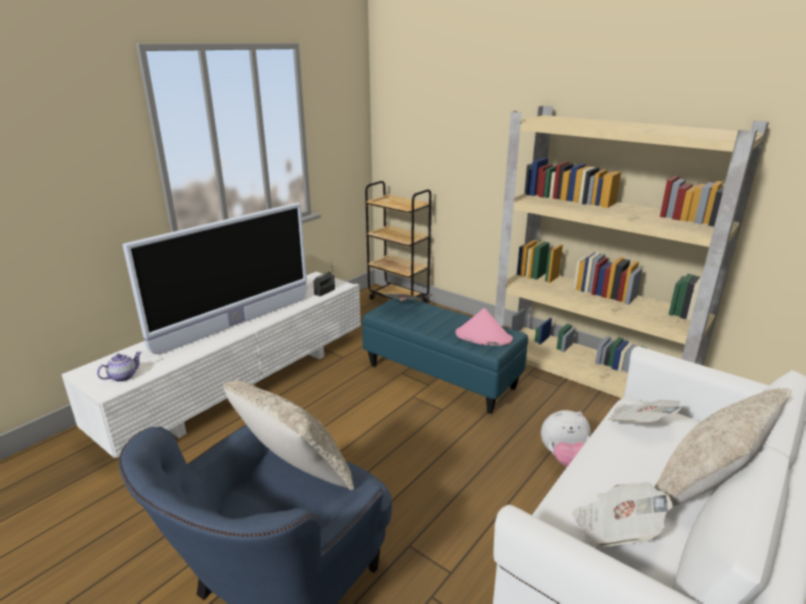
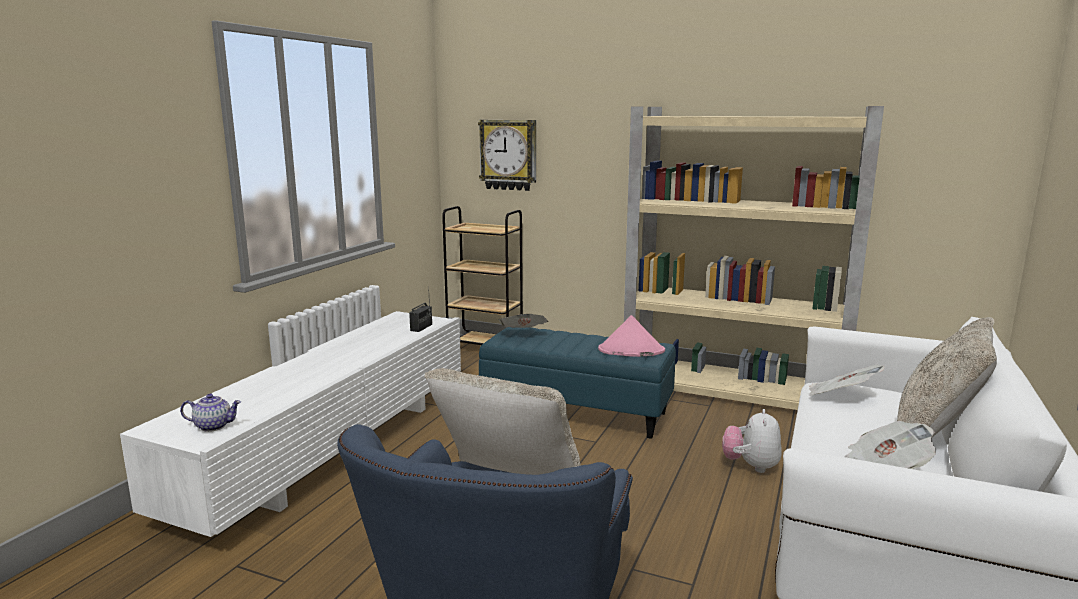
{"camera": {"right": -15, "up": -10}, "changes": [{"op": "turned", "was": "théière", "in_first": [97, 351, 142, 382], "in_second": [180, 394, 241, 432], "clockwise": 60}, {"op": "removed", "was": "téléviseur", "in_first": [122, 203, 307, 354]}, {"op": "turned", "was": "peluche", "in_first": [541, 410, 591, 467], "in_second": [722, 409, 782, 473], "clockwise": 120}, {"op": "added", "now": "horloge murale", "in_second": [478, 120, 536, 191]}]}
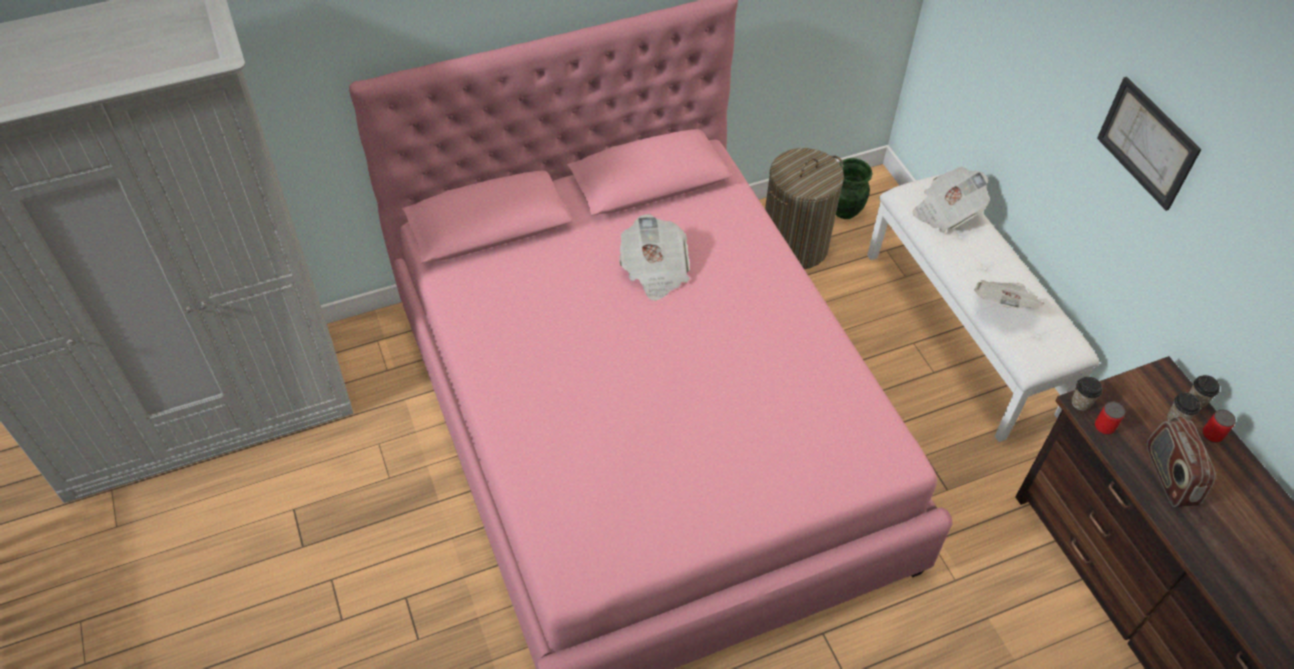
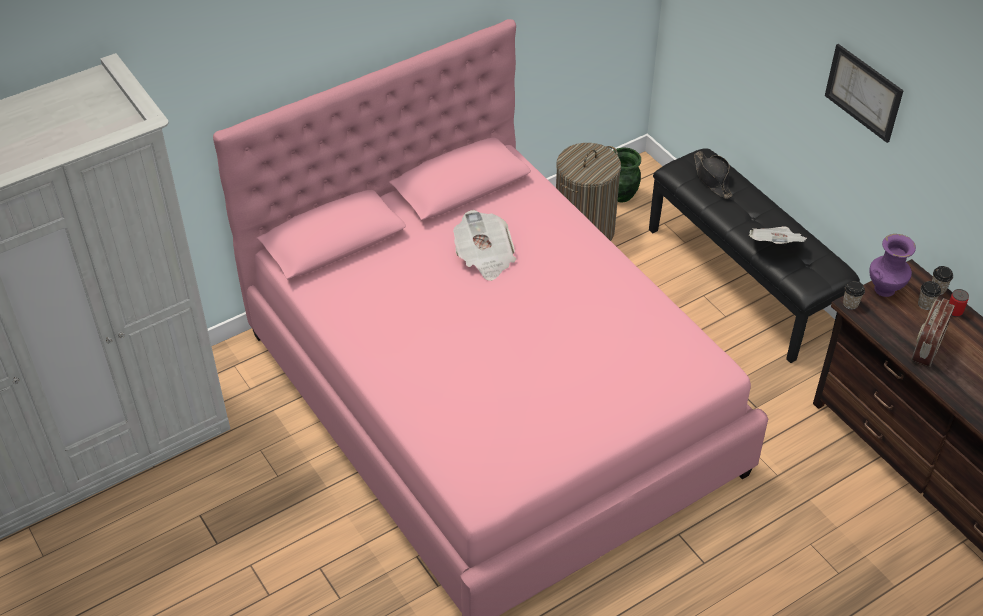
{"camera": {"right": -10, "up": -5}, "changes": [{"op": "recoloured", "was": "banc [blanc]", "now": "banc [noir]", "in_first": [867, 174, 1099, 442], "in_second": [649, 148, 860, 363]}, {"op": "replaced", "was": "journal", "now": "chapeau [noir]", "in_first": [913, 167, 990, 233], "in_second": [694, 151, 732, 199]}, {"op": "removed", "was": "boîte métallique", "in_first": [1095, 401, 1125, 435]}, {"op": "turned", "was": "radio", "in_first": [1147, 417, 1216, 507], "in_second": [911, 298, 955, 367], "clockwise": 45}, {"op": "added", "now": "vase [violet]", "in_second": [869, 234, 916, 297]}]}
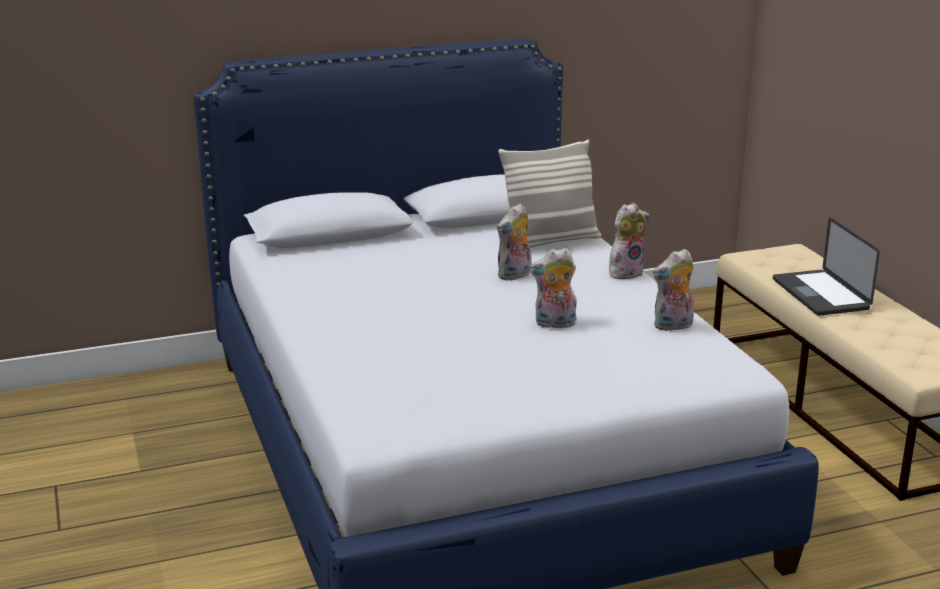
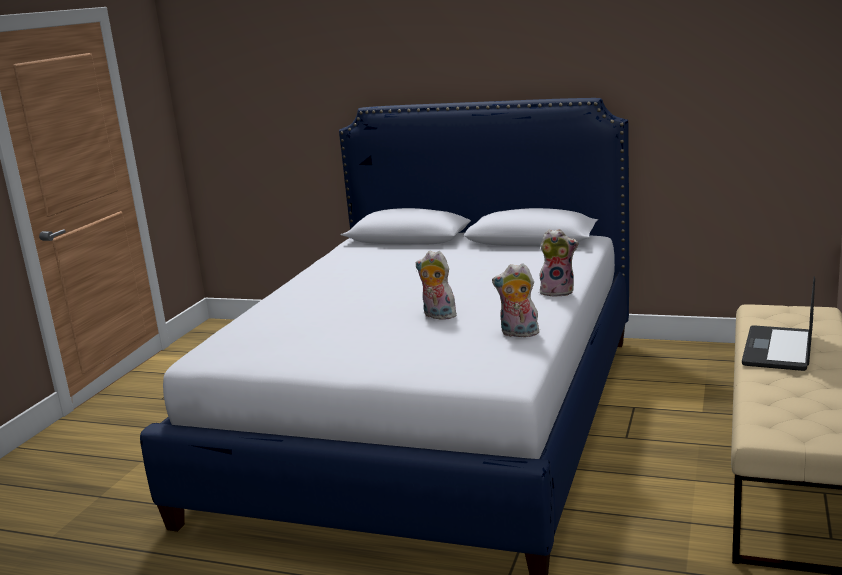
{"camera": {"right": 40, "up": -5}, "changes": [{"op": "removed", "was": "peluche", "in_first": [497, 204, 531, 281]}, {"op": "removed", "was": "coussin", "in_first": [498, 139, 602, 248]}]}
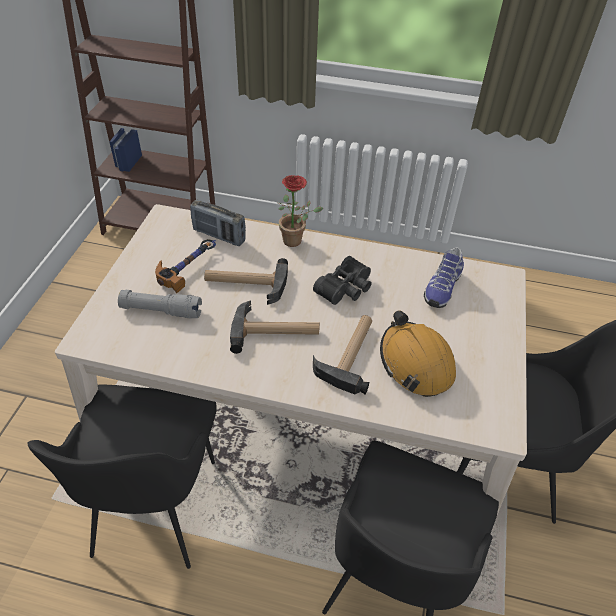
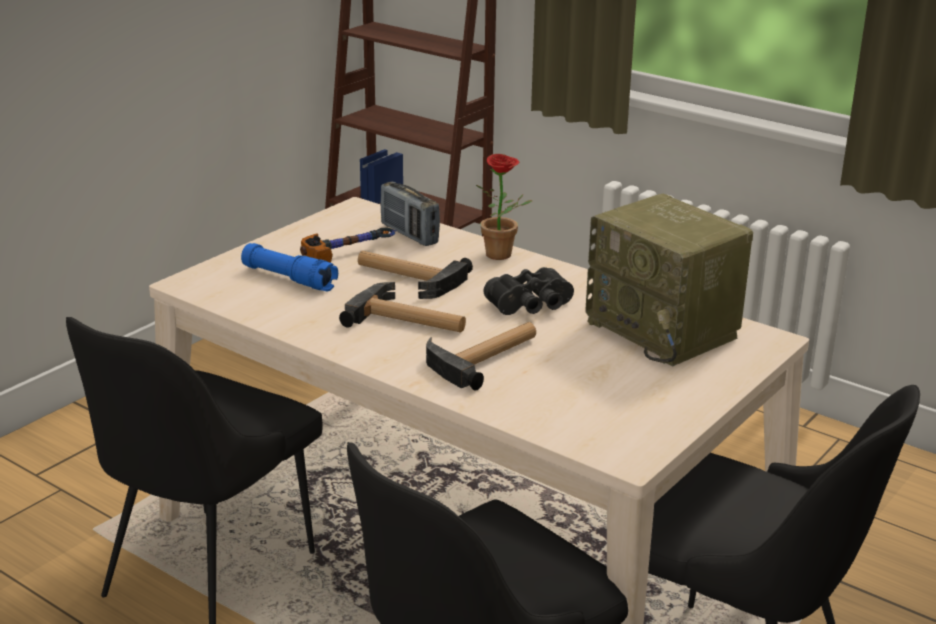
{"camera": {"right": 25, "up": -20}, "changes": [{"op": "recoloured", "was": "lampe de poche [gris]", "now": "lampe de poche [bleu]", "in_first": [118, 289, 202, 319], "in_second": [241, 243, 338, 291]}, {"op": "removed", "was": "casque de chantier [orange]", "in_first": [380, 310, 456, 397]}, {"op": "replaced", "was": "chaussure", "now": "radio", "in_first": [424, 247, 464, 308], "in_second": [585, 194, 753, 366]}]}
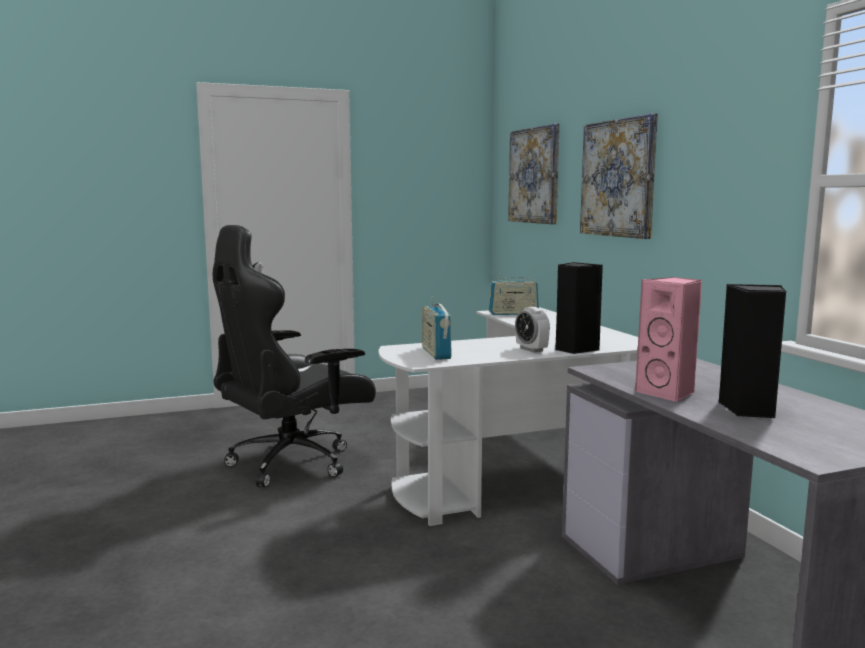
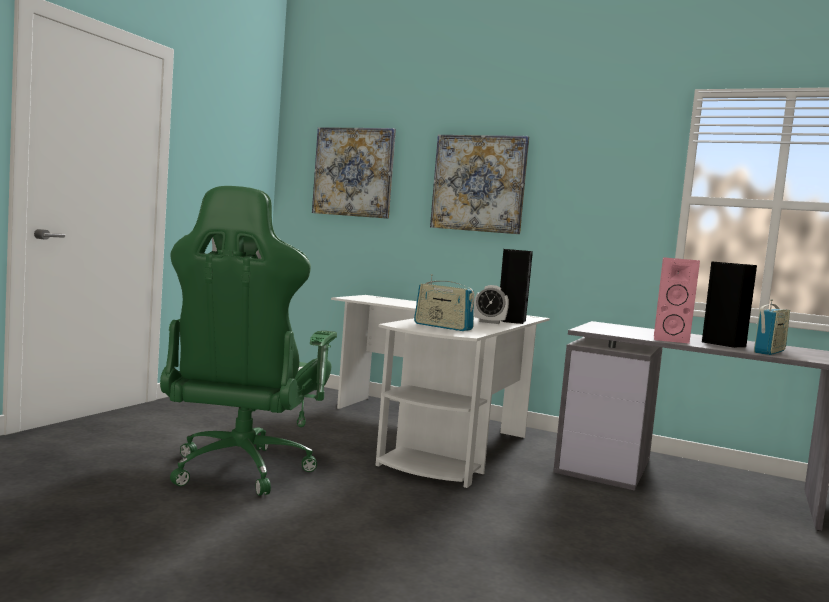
{"camera": {"right": -45, "up": -5}, "changes": [{"op": "recoloured", "was": "chaise de bureau [noir]", "now": "chaise de bureau [vert]", "in_first": [213, 225, 376, 487], "in_second": [160, 186, 337, 496]}, {"op": "moved", "was": "radio", "in_first": [489, 273, 539, 315], "in_second": [754, 300, 790, 355]}]}
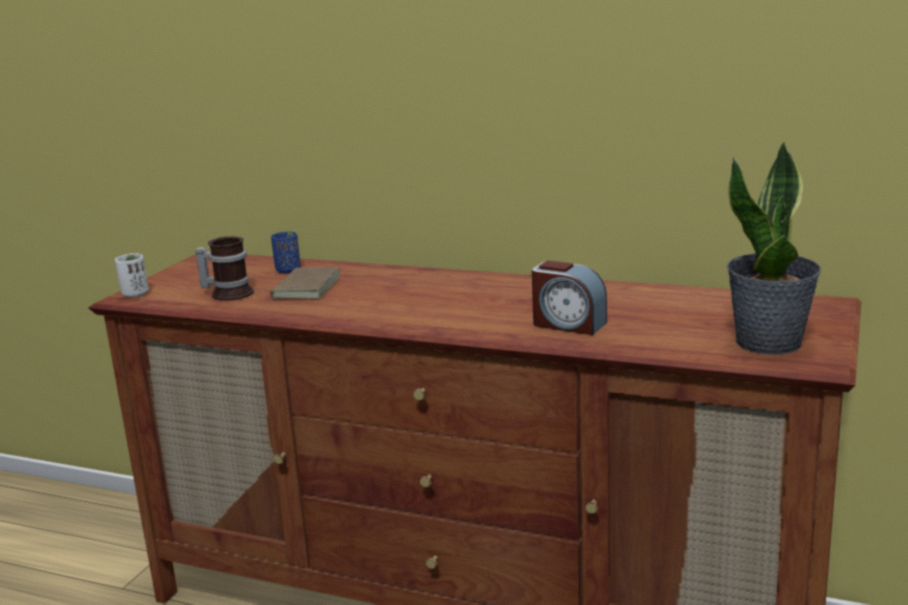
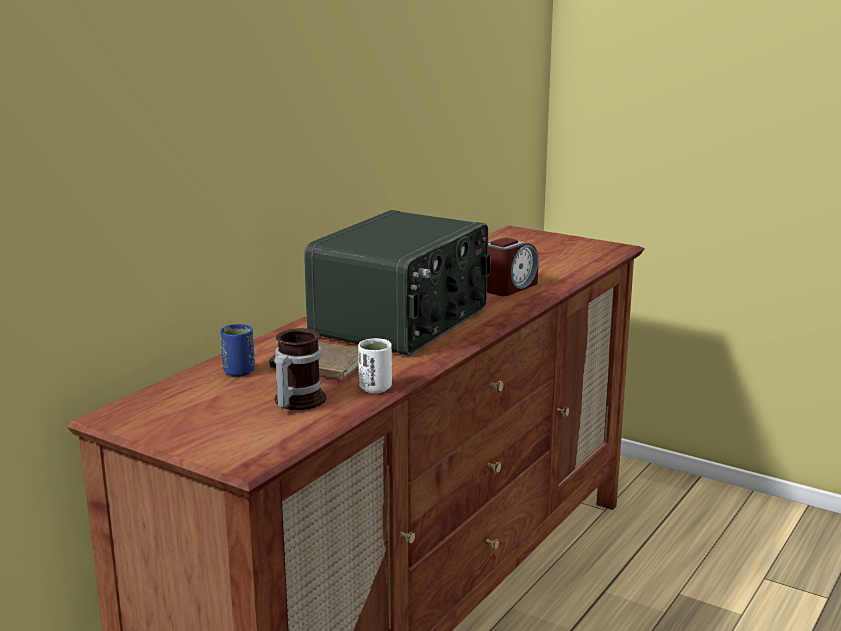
{"camera": {"right": -80, "up": 0}, "changes": [{"op": "moved", "was": "tasse [blanc]", "in_first": [115, 253, 149, 297], "in_second": [358, 338, 392, 393]}, {"op": "removed", "was": "plante en pot", "in_first": [727, 142, 822, 355]}, {"op": "added", "now": "radio", "in_second": [304, 210, 491, 356]}]}
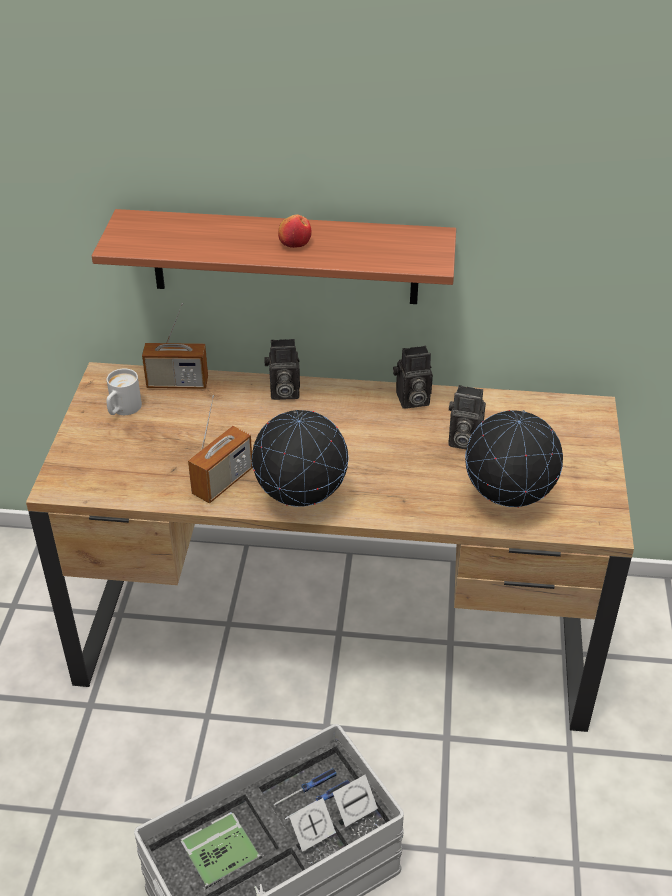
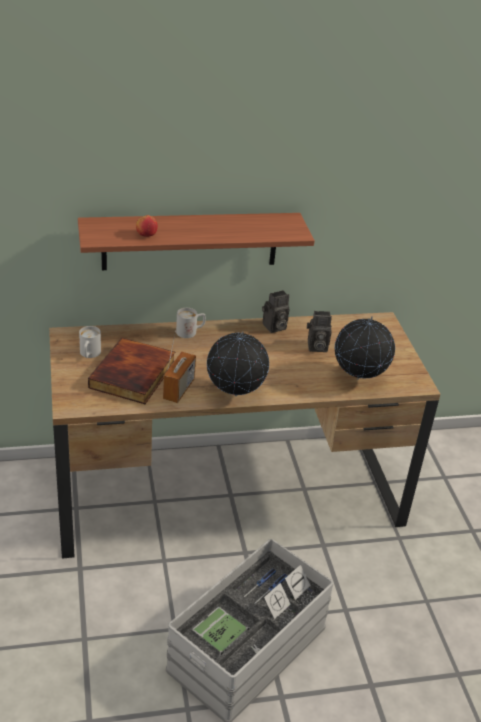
{"camera": {"right": -20, "up": -5}, "changes": [{"op": "removed", "was": "radio", "in_first": [142, 303, 208, 389]}, {"op": "replaced", "was": "appareil photo", "now": "mug [blanc]", "in_first": [264, 339, 300, 400], "in_second": [176, 308, 206, 338]}, {"op": "moved", "was": "pomme", "in_first": [278, 214, 312, 248], "in_second": [136, 215, 158, 237]}, {"op": "added", "now": "livre", "in_second": [88, 338, 175, 404]}]}
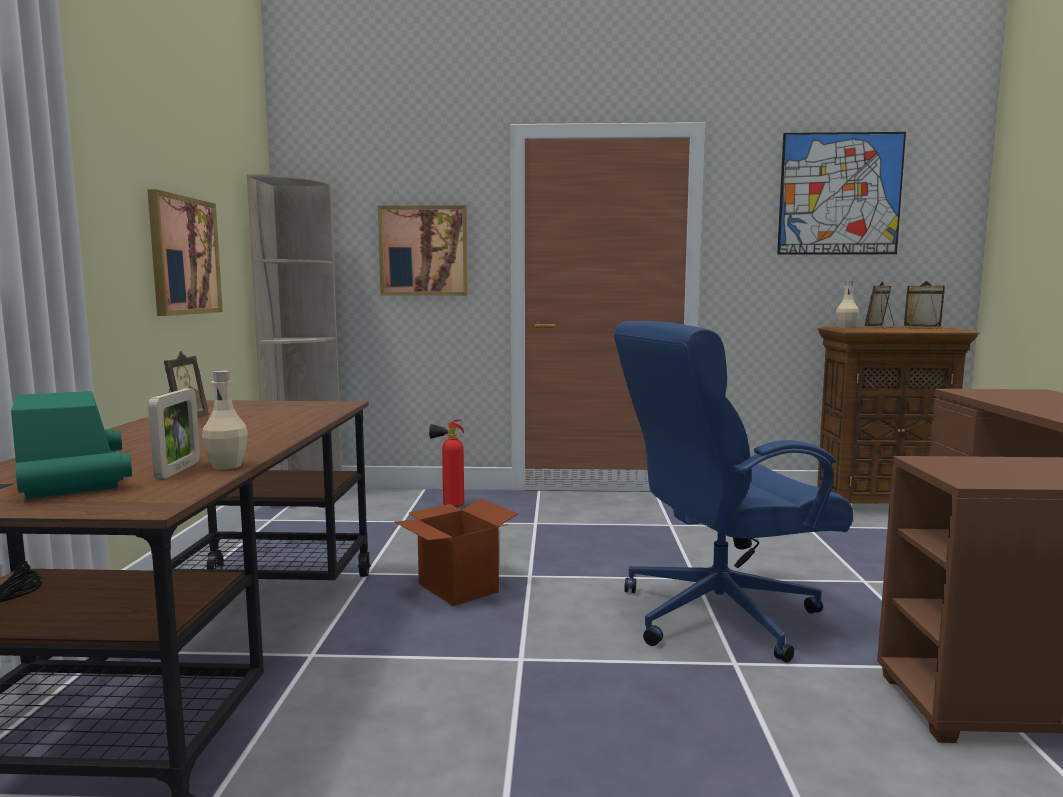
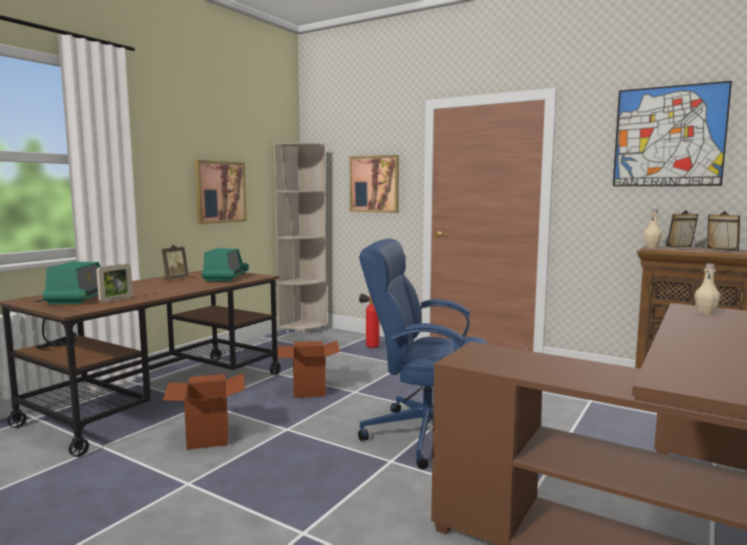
{"camera": {"right": 30, "up": 0}, "changes": [{"op": "moved", "was": "bouteille [beige]", "in_first": [202, 371, 248, 470], "in_second": [694, 264, 721, 314]}, {"op": "added", "now": "carton", "in_second": [163, 373, 245, 450]}, {"op": "added", "now": "radio", "in_second": [202, 248, 249, 281]}]}
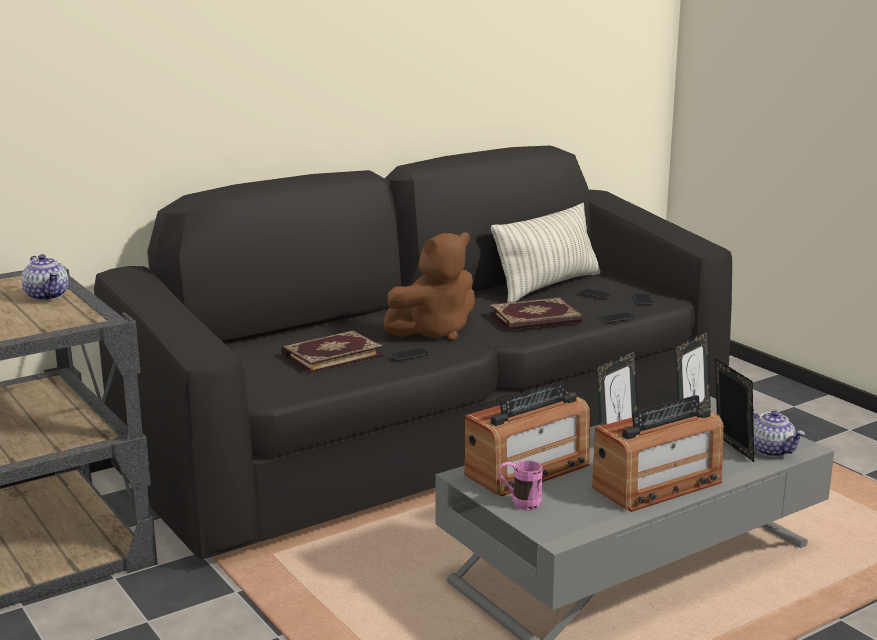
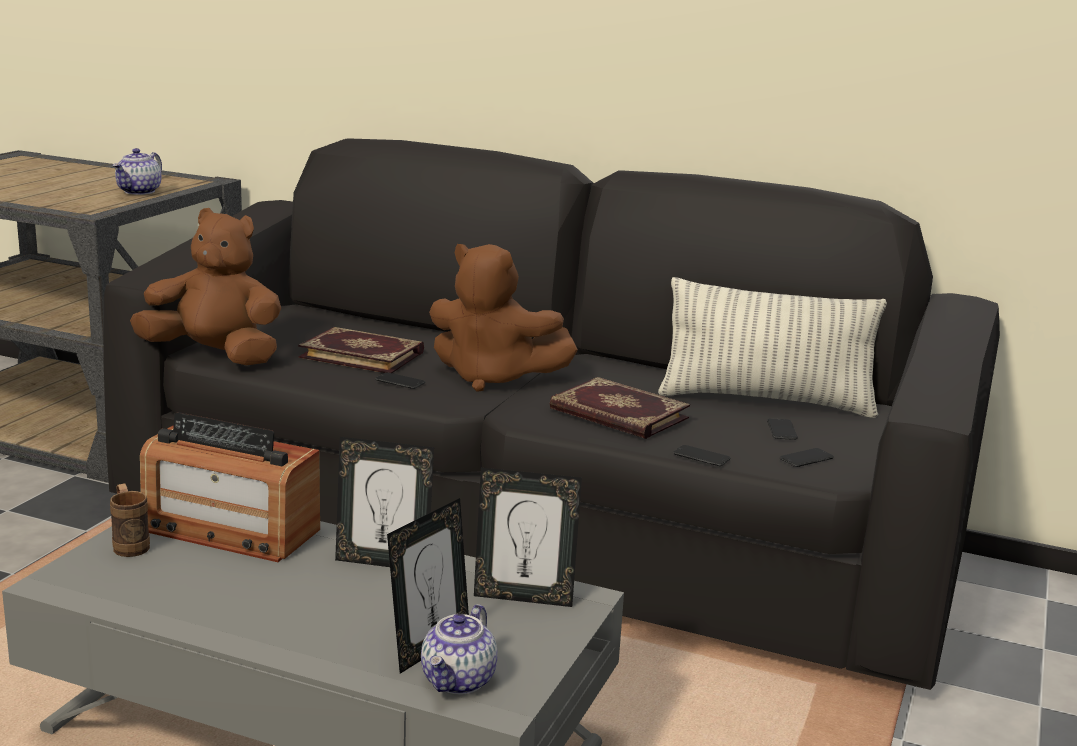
{"camera": {"right": 55, "up": 0}, "changes": [{"op": "recoloured", "was": "mug [rose]", "now": "mug [marron]", "in_first": [499, 460, 543, 510], "in_second": [110, 483, 150, 557]}, {"op": "removed", "was": "radio", "in_first": [592, 395, 724, 512]}, {"op": "added", "now": "peluche [marron]", "in_second": [130, 208, 281, 365]}]}
